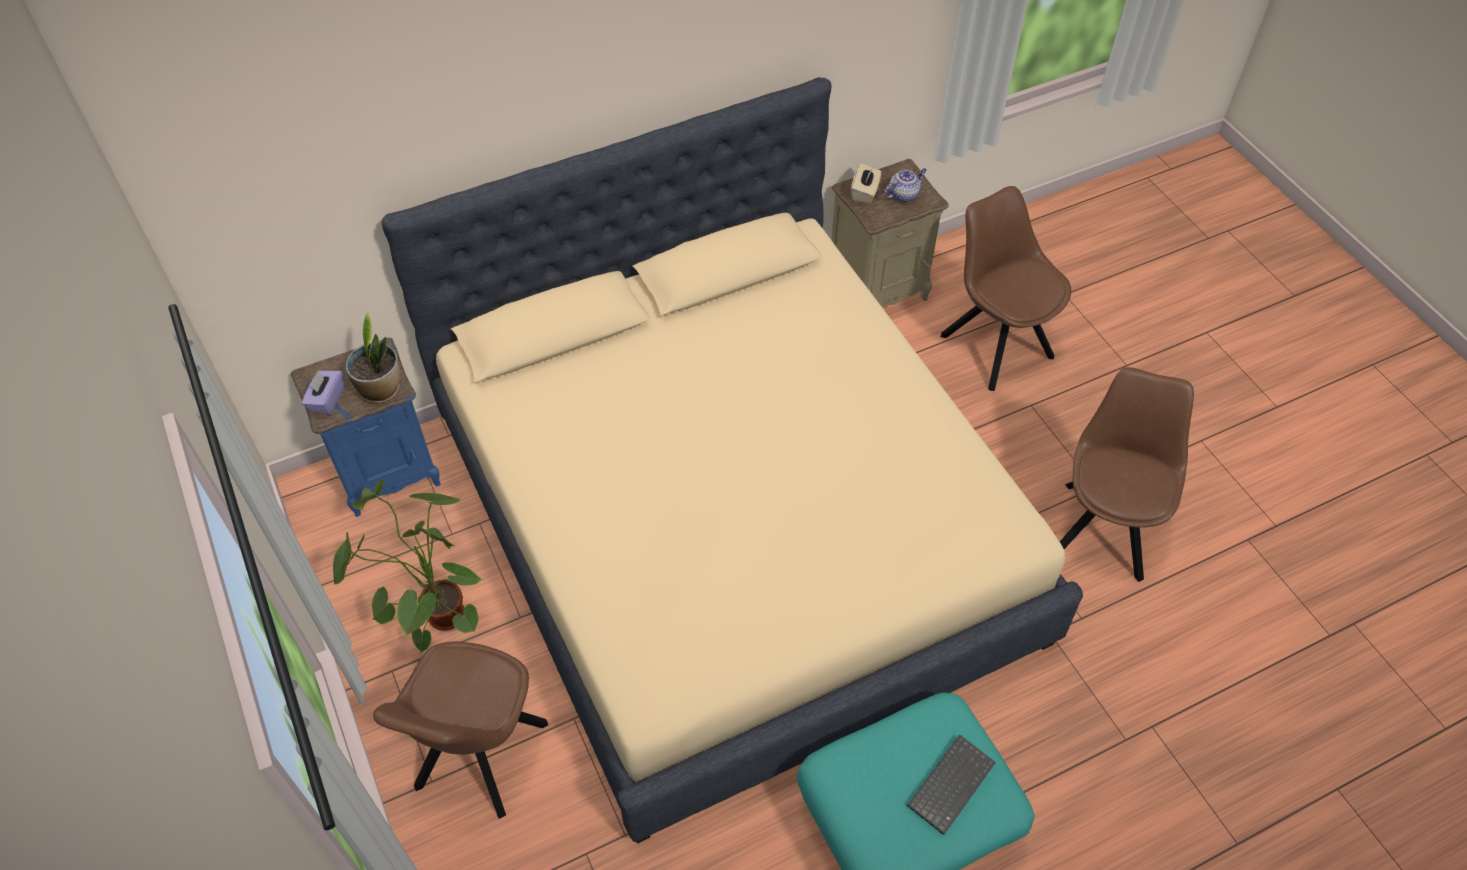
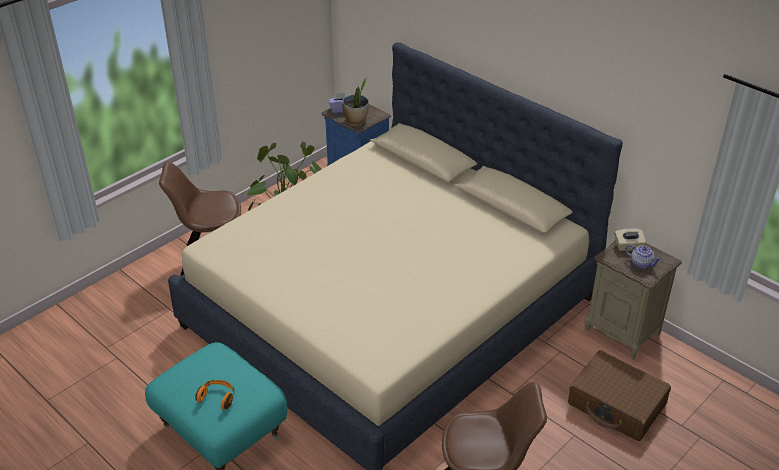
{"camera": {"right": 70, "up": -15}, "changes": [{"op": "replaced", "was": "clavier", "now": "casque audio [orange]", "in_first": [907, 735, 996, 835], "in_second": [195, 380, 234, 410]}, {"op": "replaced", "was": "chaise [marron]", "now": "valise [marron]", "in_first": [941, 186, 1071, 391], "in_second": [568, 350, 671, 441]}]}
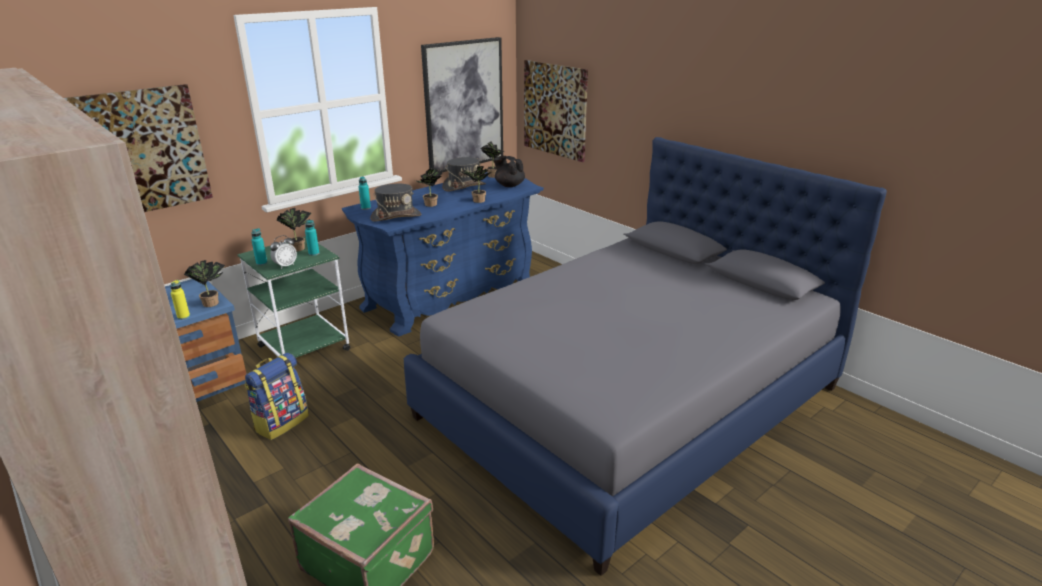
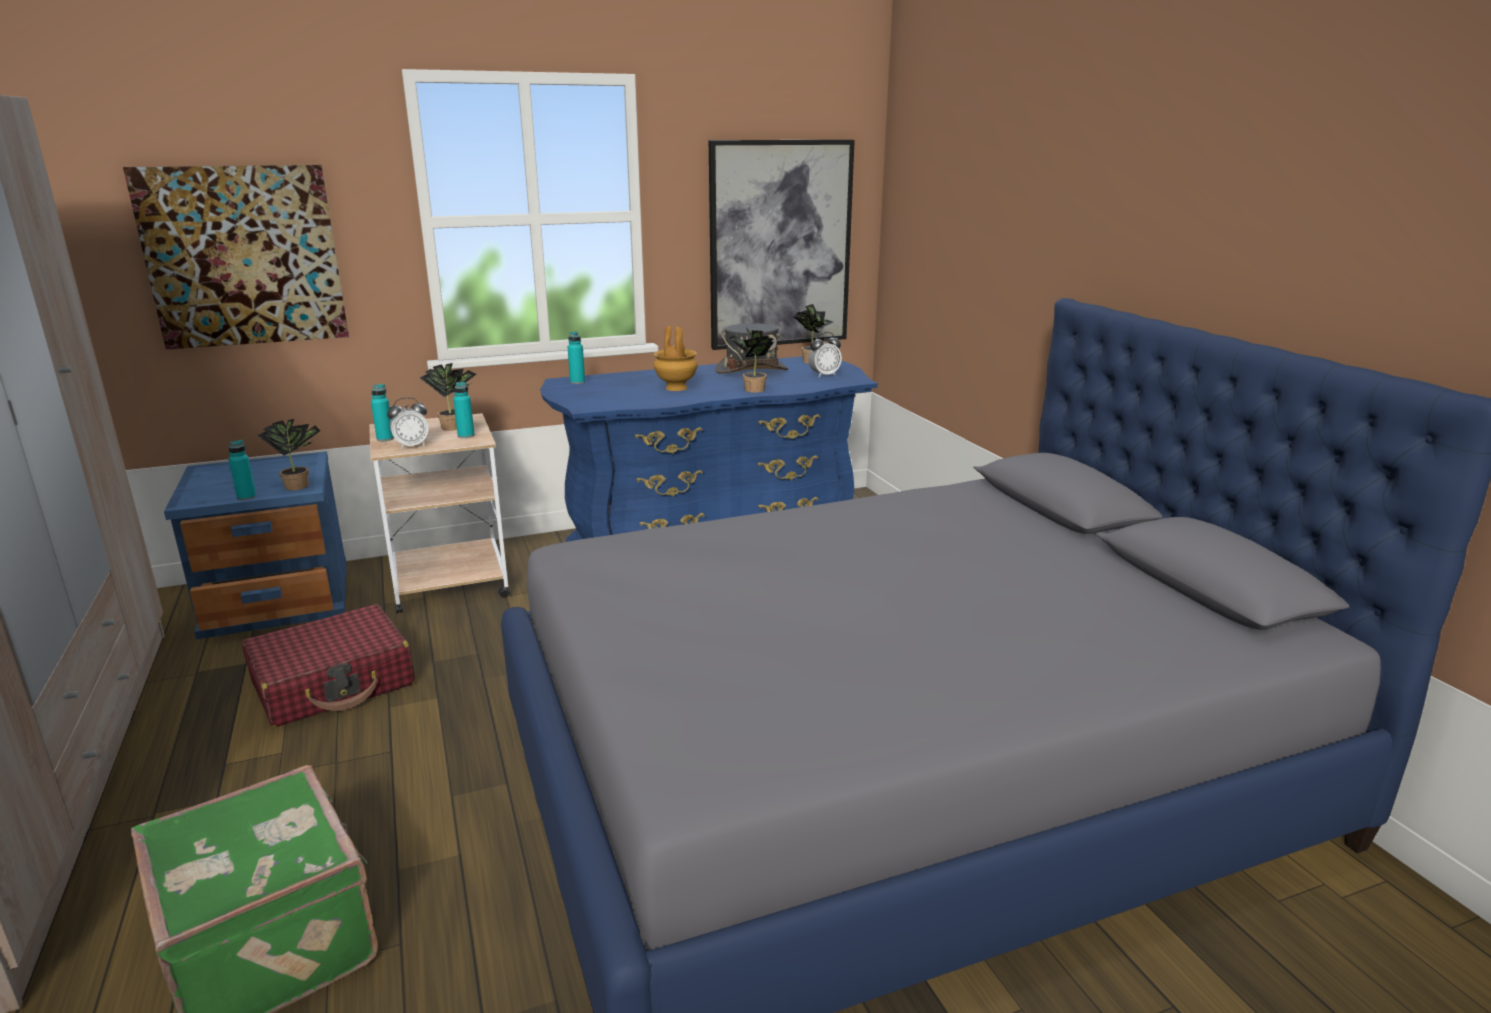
{"camera": {"right": 20, "up": -5}, "changes": [{"op": "recoloured", "was": "bouteille [jaune]", "now": "bouteille [turquoise]", "in_first": [170, 280, 190, 320], "in_second": [229, 440, 256, 500]}, {"op": "recoloured", "was": "chariot [vert]", "now": "chariot [beige]", "in_first": [237, 236, 351, 358], "in_second": [369, 413, 510, 613]}, {"op": "replaced", "was": "sac à dos", "now": "valise [rouge]", "in_first": [244, 353, 309, 440], "in_second": [242, 605, 415, 727]}, {"op": "removed", "was": "chapeau [gris]", "in_first": [370, 184, 422, 222]}, {"op": "replaced", "was": "plante en pot", "now": "vase [marron]", "in_first": [415, 167, 443, 207], "in_second": [653, 326, 698, 391]}, {"op": "replaced", "was": "théière [noir]", "now": "réveil", "in_first": [493, 156, 525, 187], "in_second": [808, 332, 842, 377]}, {"op": "removed", "was": "tableau", "in_first": [524, 60, 588, 162]}]}
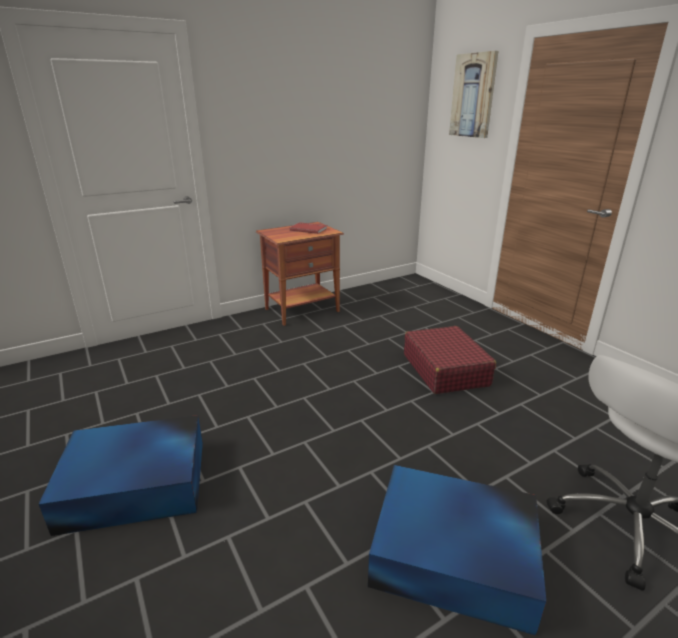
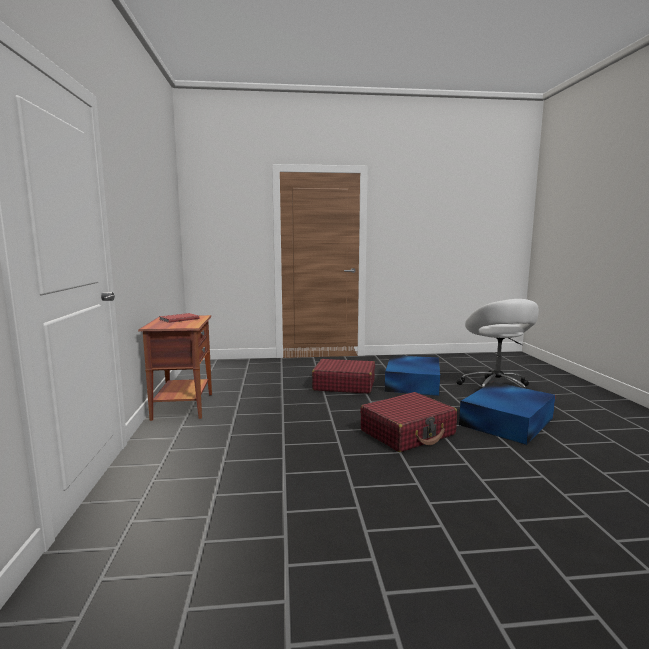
{"camera": {"right": -65, "up": -15}, "changes": [{"op": "moved", "was": "boîte de rangement [bleu]", "in_first": [39, 415, 203, 536], "in_second": [385, 355, 440, 396]}, {"op": "removed", "was": "tableau", "in_first": [449, 51, 498, 138]}, {"op": "added", "now": "valise [rouge]", "in_second": [360, 392, 457, 452]}]}
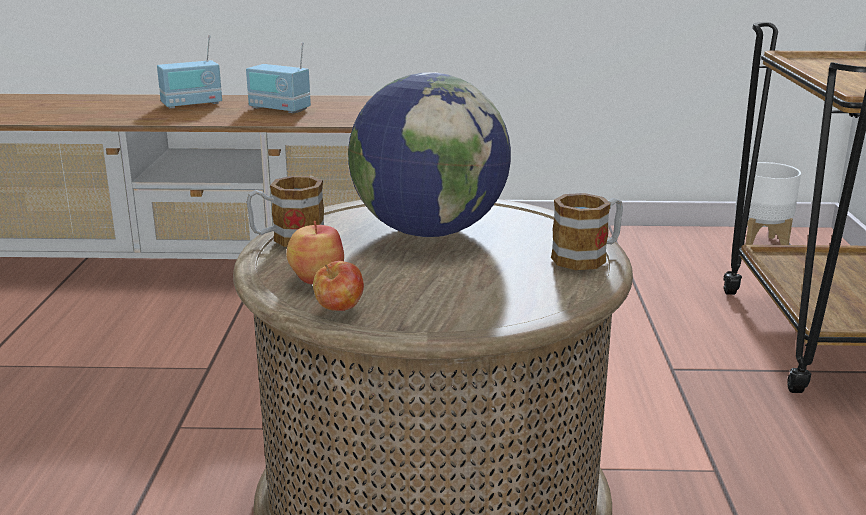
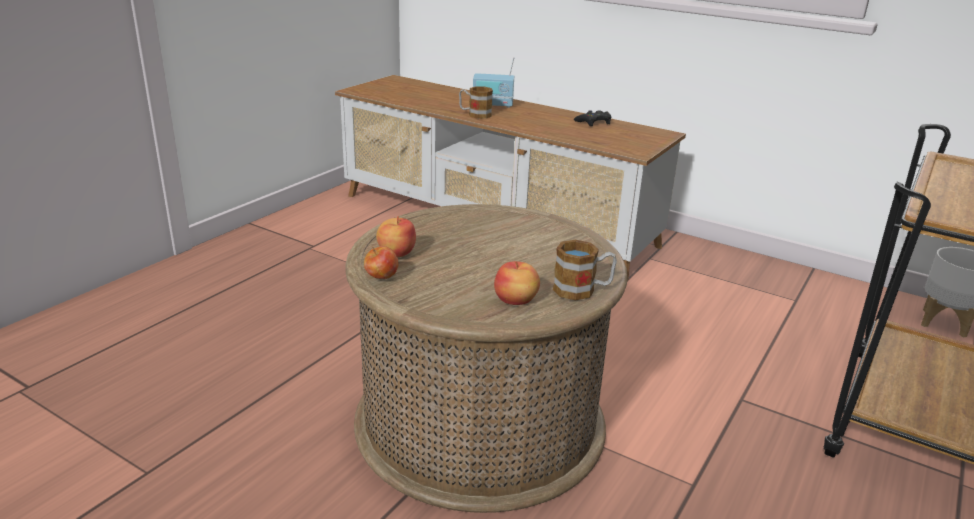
{"camera": {"right": 30, "up": 5}, "changes": [{"op": "removed", "was": "radio", "in_first": [246, 42, 311, 113]}, {"op": "moved", "was": "mug", "in_first": [247, 176, 324, 247], "in_second": [459, 87, 493, 119]}, {"op": "removed", "was": "globe", "in_first": [348, 72, 511, 237]}, {"op": "added", "now": "pomme", "in_second": [494, 261, 540, 305]}, {"op": "added", "now": "manette [noir]", "in_second": [574, 110, 611, 126]}]}
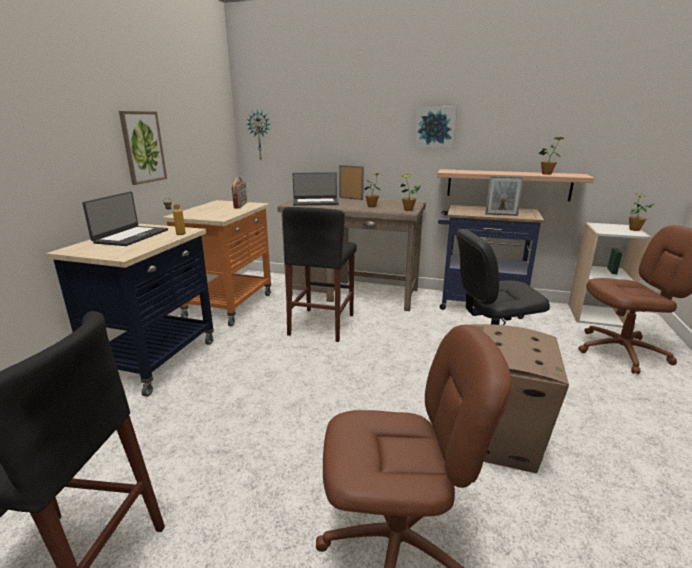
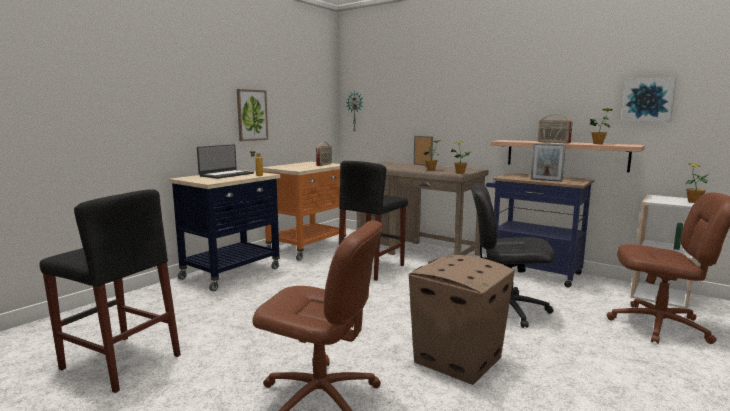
{"camera": {"right": 20, "up": -10}, "changes": [{"op": "removed", "was": "ordinateur portable", "in_first": [293, 172, 339, 206]}, {"op": "moved", "was": "tableau", "in_first": [415, 106, 457, 148], "in_second": [622, 77, 677, 122]}, {"op": "added", "now": "radio", "in_second": [538, 115, 573, 144]}]}
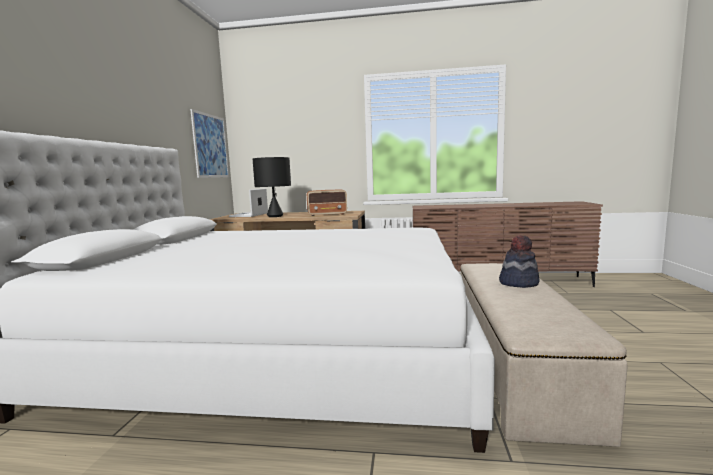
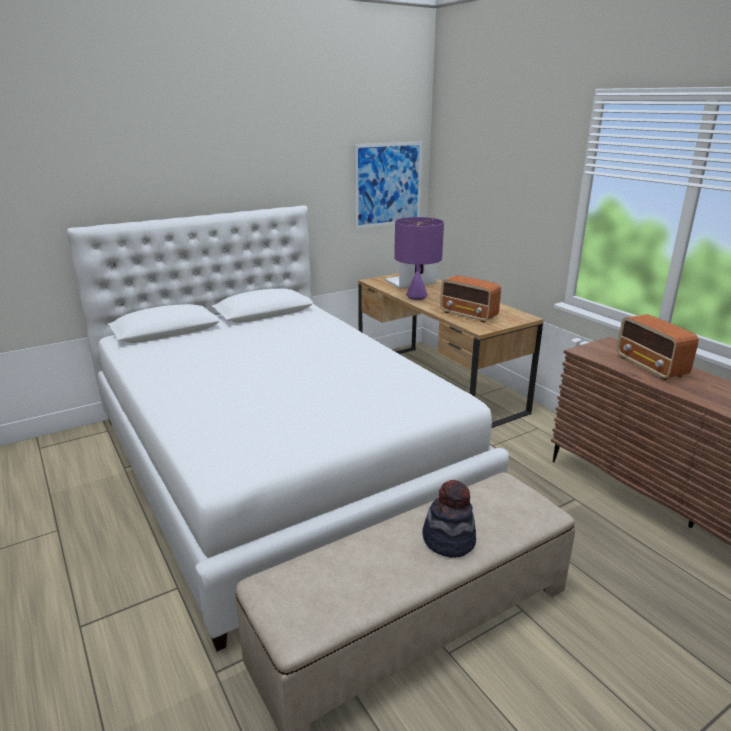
{"camera": {"right": 50, "up": 15}, "changes": [{"op": "recoloured", "was": "lampe de table [noir]", "now": "lampe de table [violet]", "in_first": [253, 157, 291, 217], "in_second": [394, 217, 444, 300]}, {"op": "added", "now": "radio", "in_second": [617, 314, 699, 380]}]}
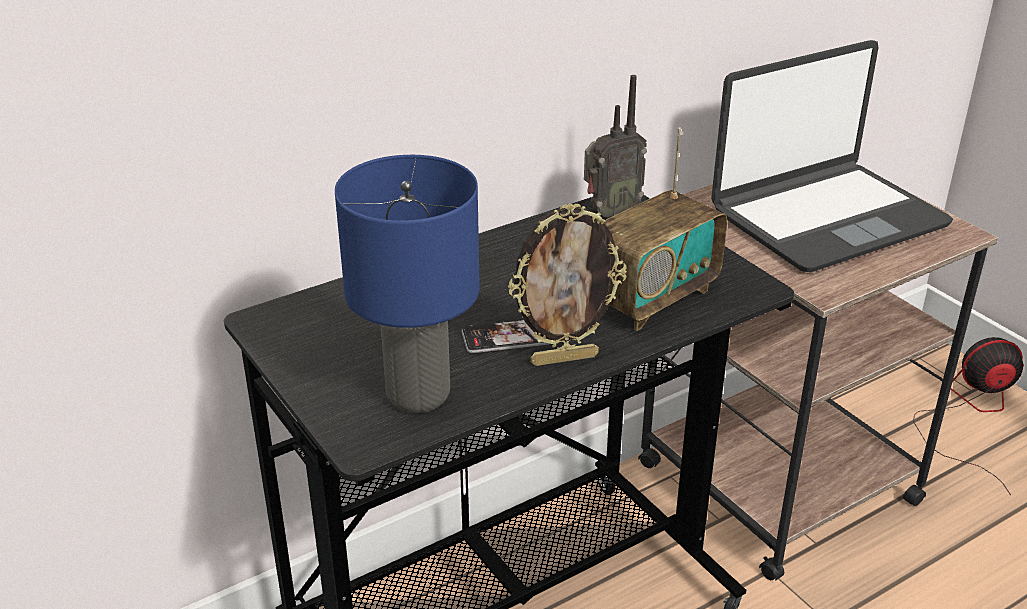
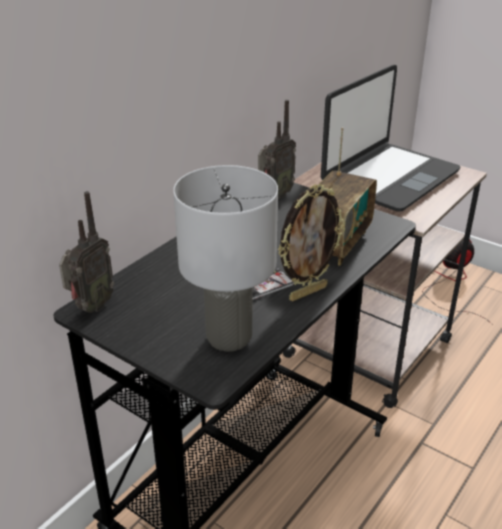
{"camera": {"right": -20, "up": 0}, "changes": [{"op": "recoloured", "was": "lampe de table [bleu]", "now": "lampe de table [blanc]", "in_first": [335, 155, 480, 413], "in_second": [173, 165, 278, 352]}, {"op": "added", "now": "radio", "in_second": [59, 191, 114, 313]}]}
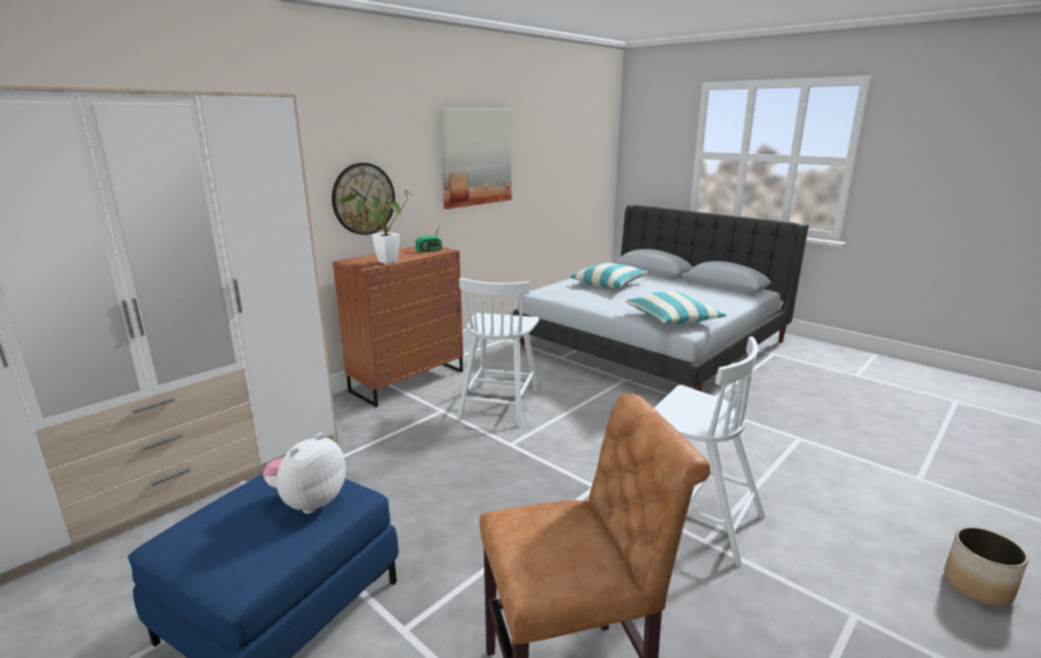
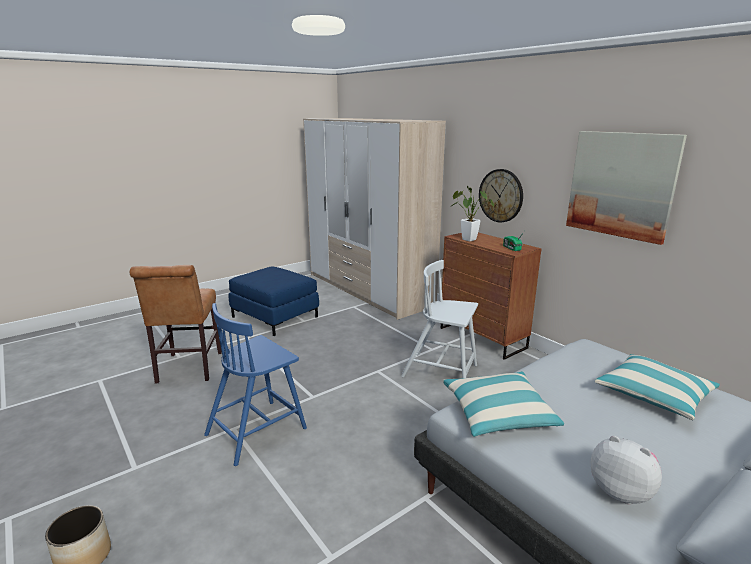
{"camera": {"right": 100, "up": 0}, "changes": [{"op": "moved", "was": "peluche", "in_first": [263, 433, 346, 514], "in_second": [590, 436, 662, 505]}, {"op": "recoloured", "was": "chaise [blanc]", "now": "chaise [bleu]", "in_first": [654, 336, 765, 566], "in_second": [204, 303, 307, 466]}]}
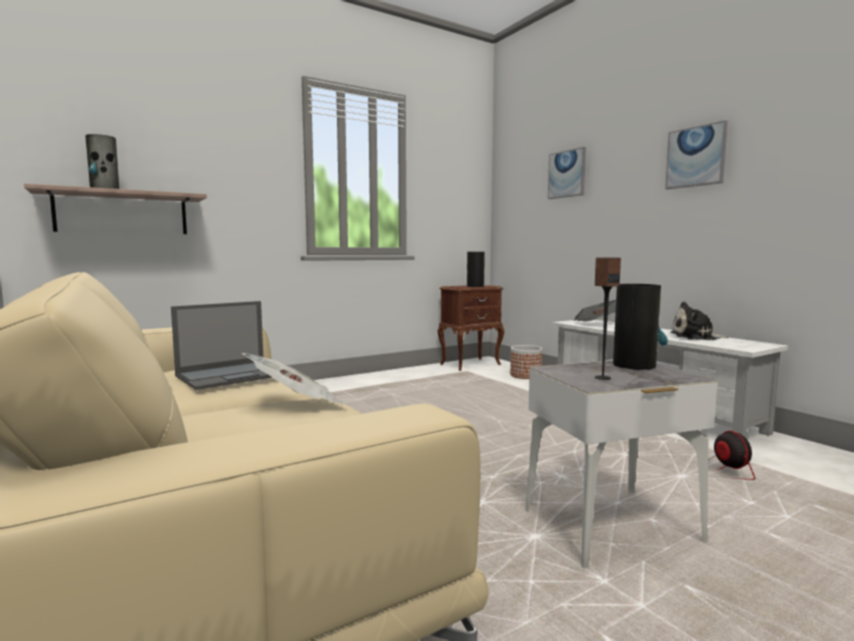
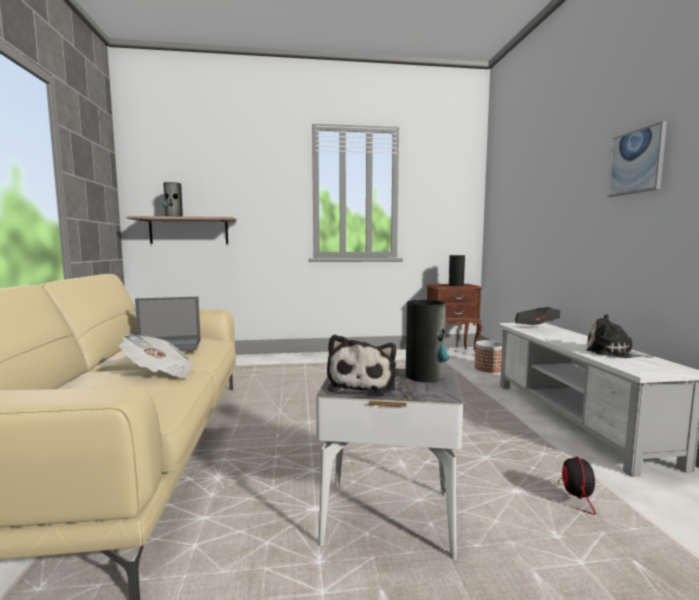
{"camera": {"right": 25, "up": 0}, "changes": [{"op": "removed", "was": "tableau", "in_first": [548, 147, 586, 199]}, {"op": "replaced", "was": "enceinte", "now": "peluche", "in_first": [595, 258, 621, 380], "in_second": [327, 334, 396, 394]}]}
